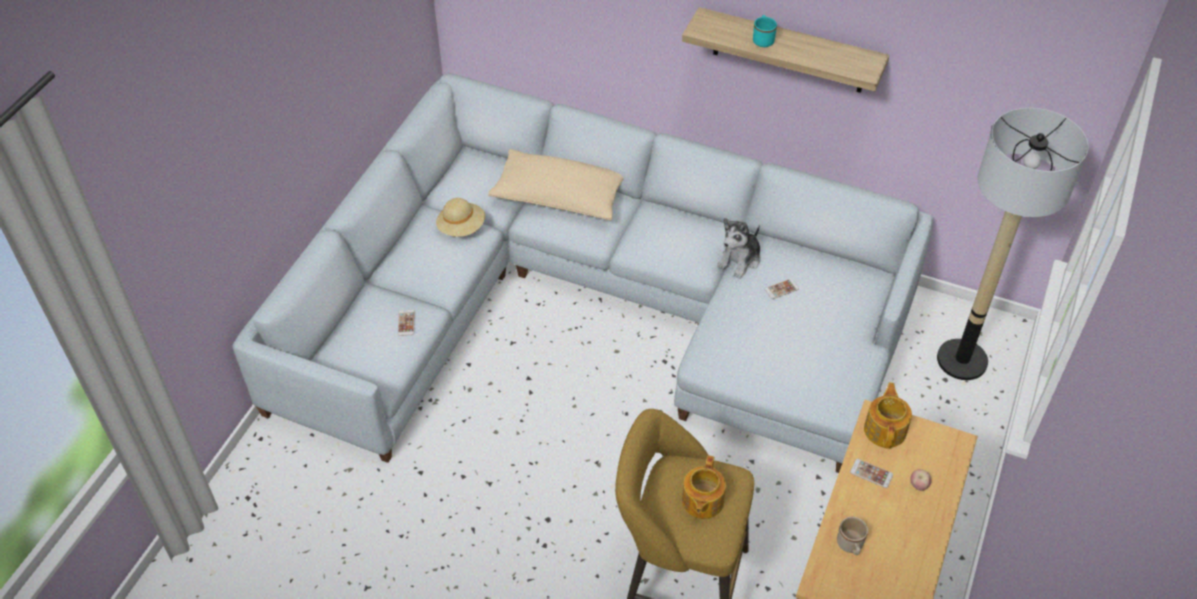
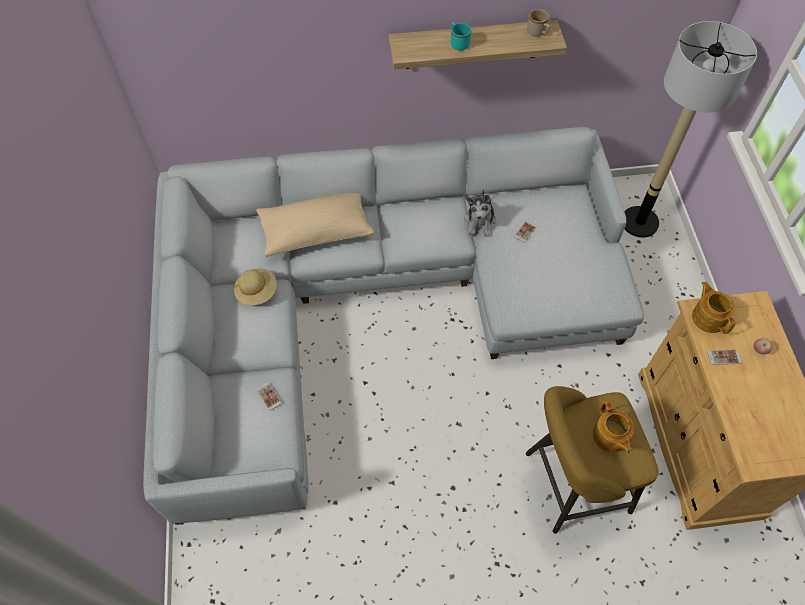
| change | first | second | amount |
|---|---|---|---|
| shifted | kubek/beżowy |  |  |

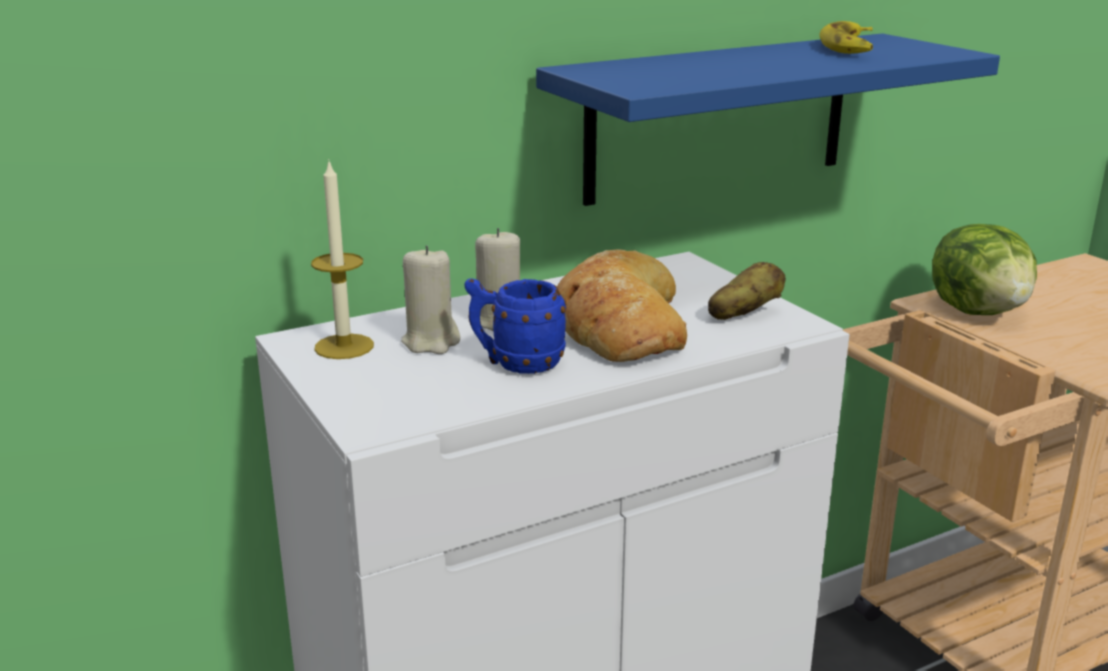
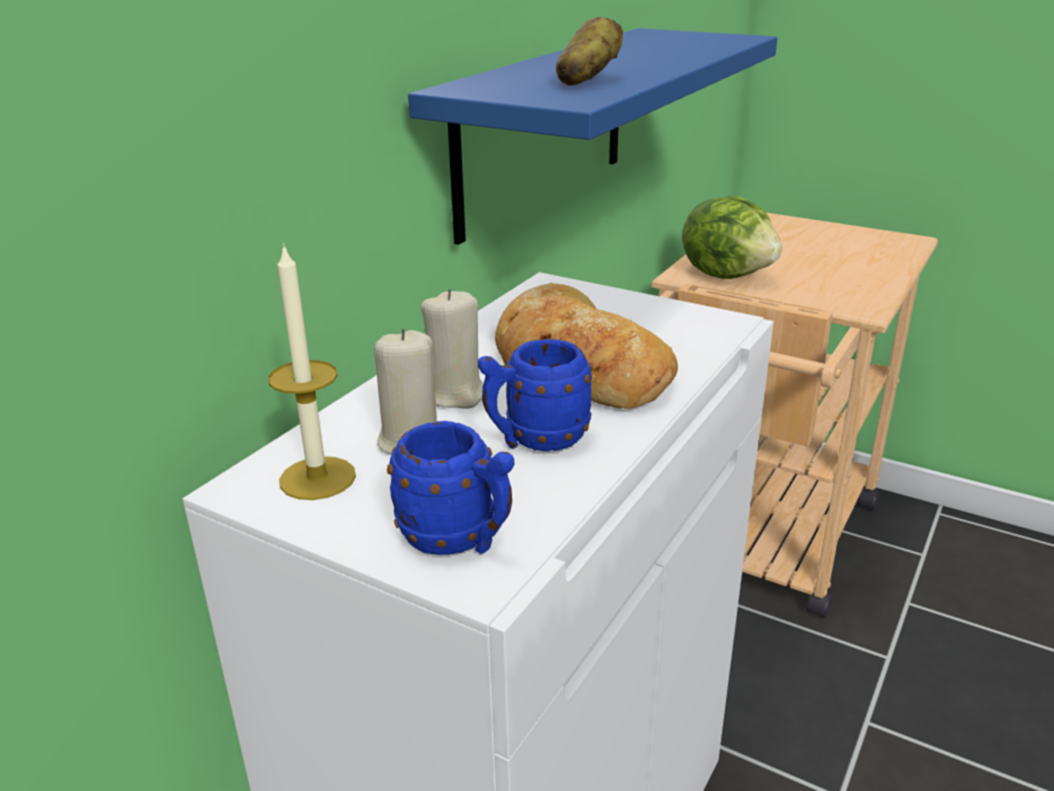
| change | first | second | amount |
|---|---|---|---|
| new |  | kubek/niebieski (no. 1 from left) |  |
| shifted | ziemniak |  |  |
| gone | banan |  |  |

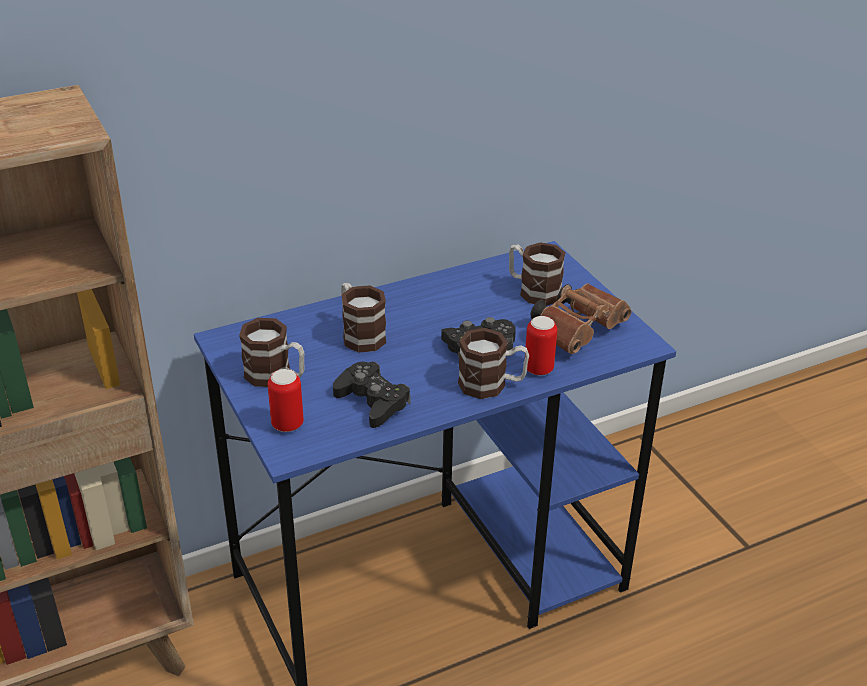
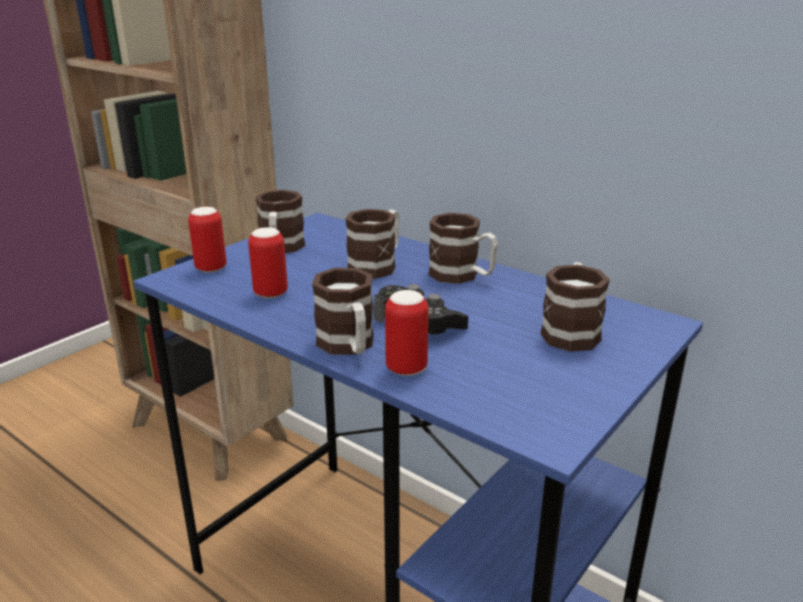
| change | first | second | amount |
|---|---|---|---|
| swapped | pad do gier/czarny (no. 1 from left) | puszka (no. 2 from left) |  |
| new |  | kubek (no. 4 from left) |  |
| gone | lornetka/brązowy |  |  |

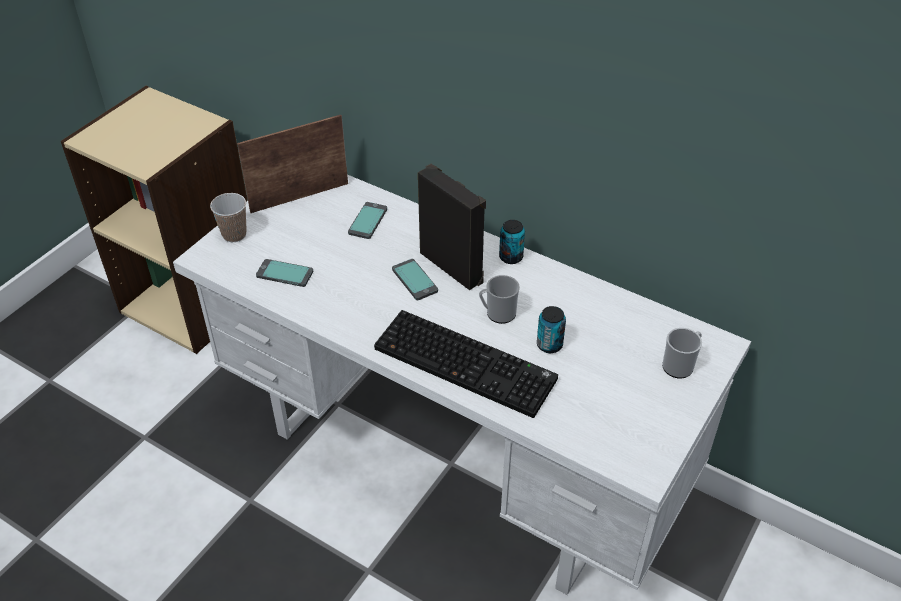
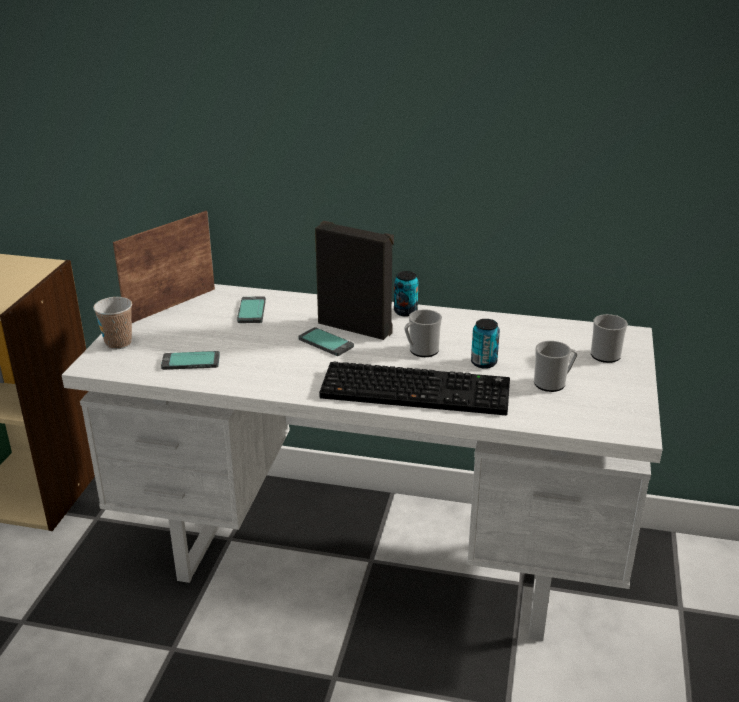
| change | first | second | amount |
|---|---|---|---|
| new |  | kubek (no. 2 from left) |  |

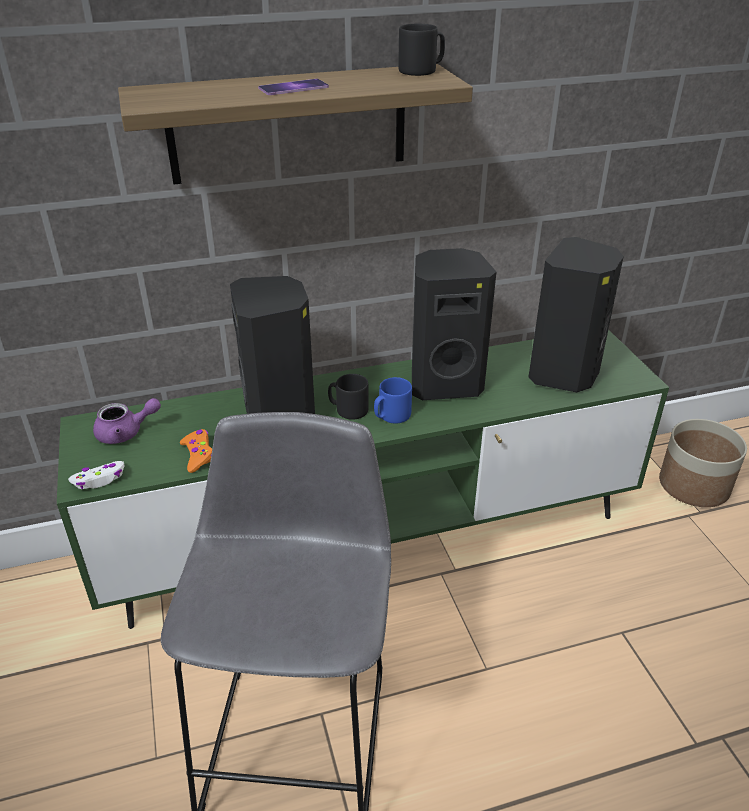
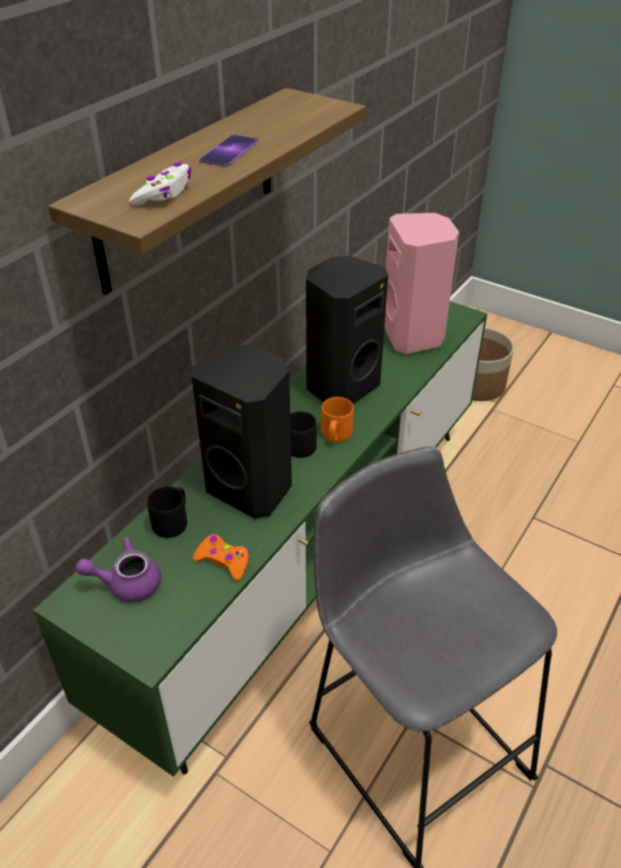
| change | first | second | amount |
|---|---|---|---|
| rotated | imbryk/fioletowy |  | 135 degrees counterclockwise |
| shifted | pad do gier/biały |  |  |
| shifted | kubek/czarny (no. 2 from left in the first image) | kubek/czarny (no. 1 from left) |  |
| repainted | kubek/niebieski | kubek/pomarańczowy |  |
| repainted | głośnik/czarny (no. 3 from left) | głośnik/różowy |  |

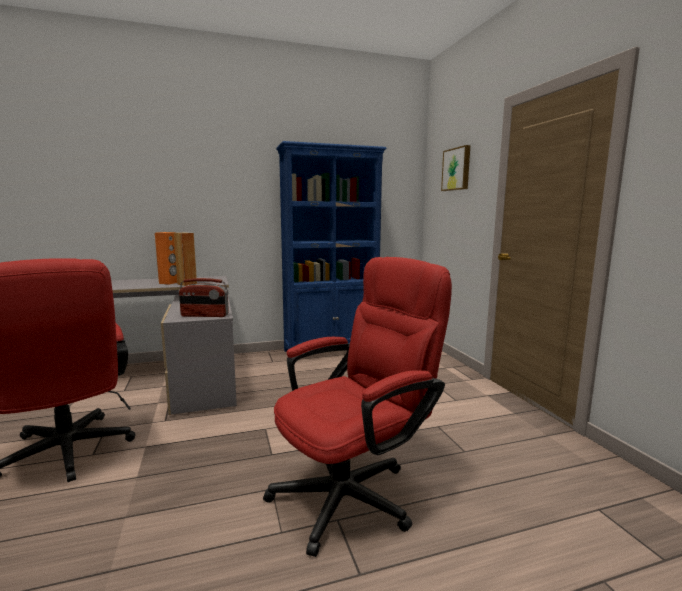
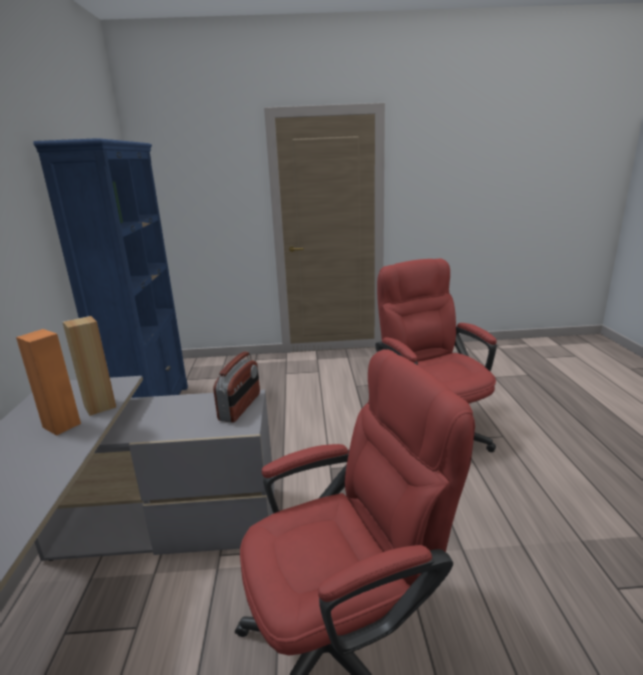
| change | first | second | amount |
|---|---|---|---|
| gone | obraz |  |  |

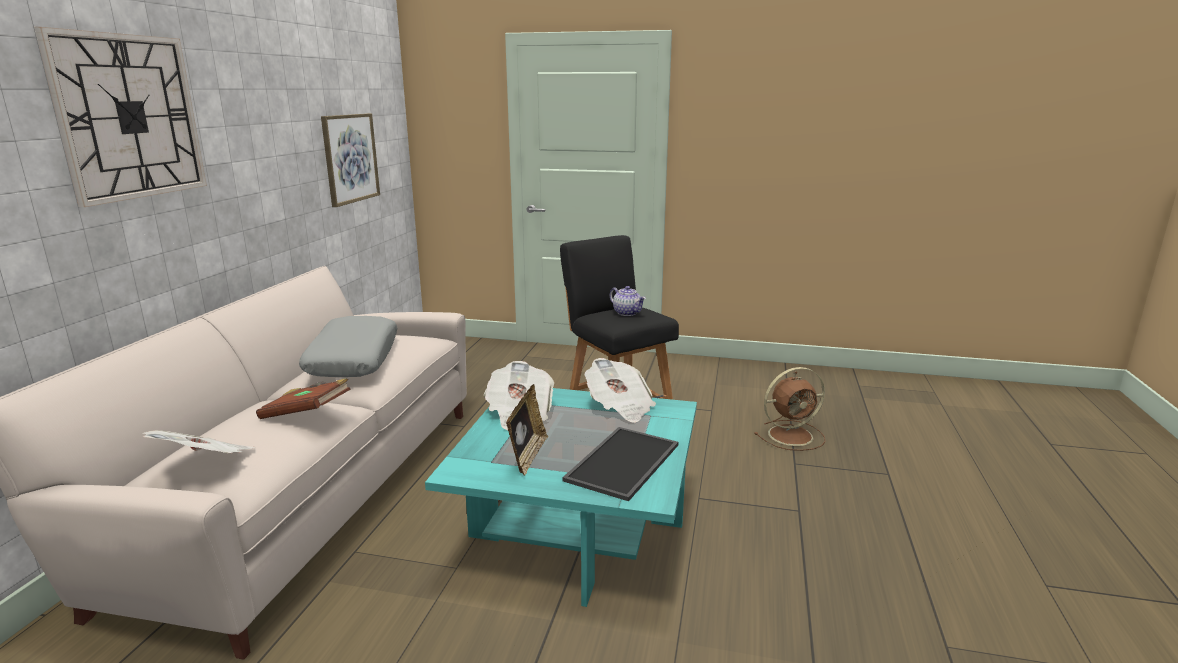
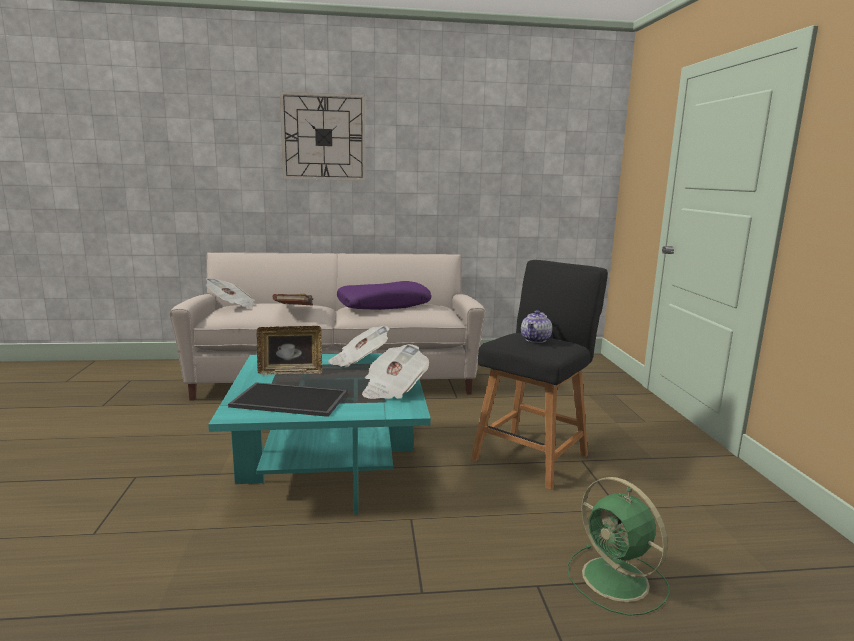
| change | first | second | amount |
|---|---|---|---|
| repainted | poduszka/szary | poduszka/fioletowy |  |
| repainted | wentylator/brązowy | wentylator/zielony |  |
| gone | obraz |  |  |

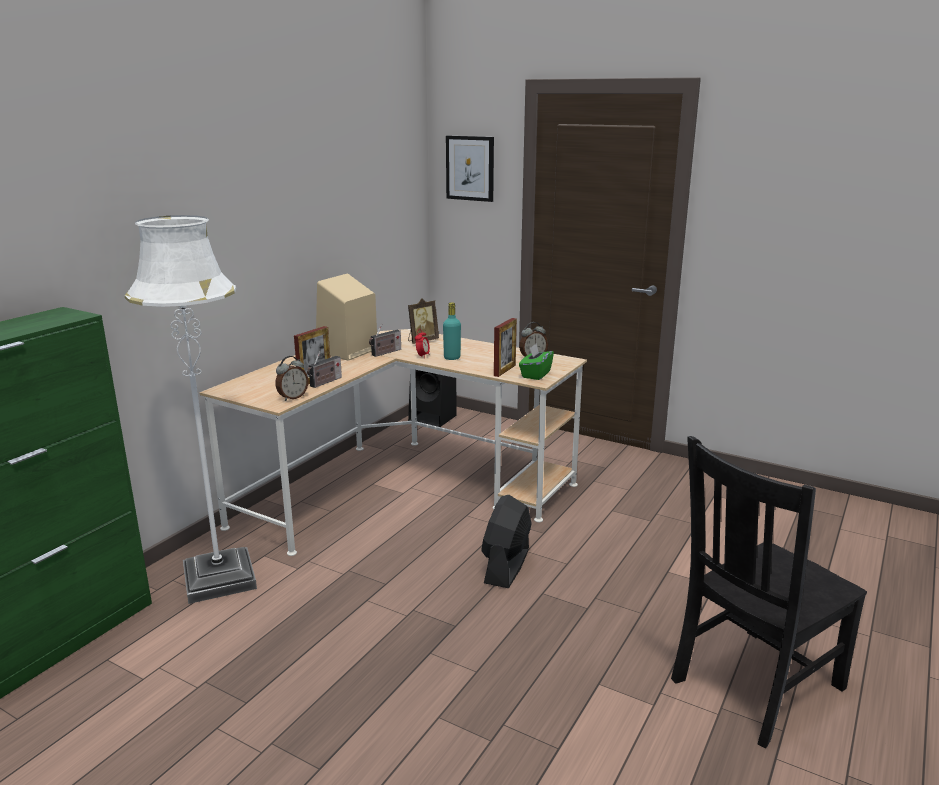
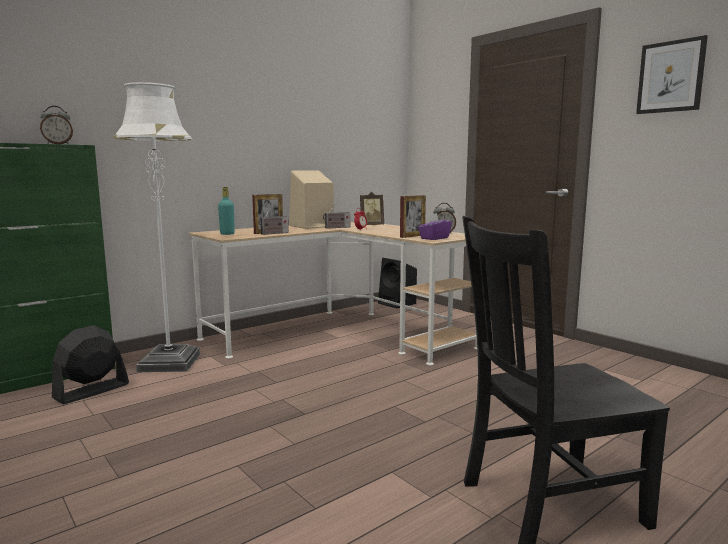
| change | first | second | amount |
|---|---|---|---|
| shifted | budzik (no. 1 from left) |  |  |
| shifted | wentylator/czarny |  |  |
| shifted | butelka/turkusowy |  |  |
| repainted | pudełko chusteczek/zielony | pudełko chusteczek/fioletowy |  |
| shifted | obraz |  |  |

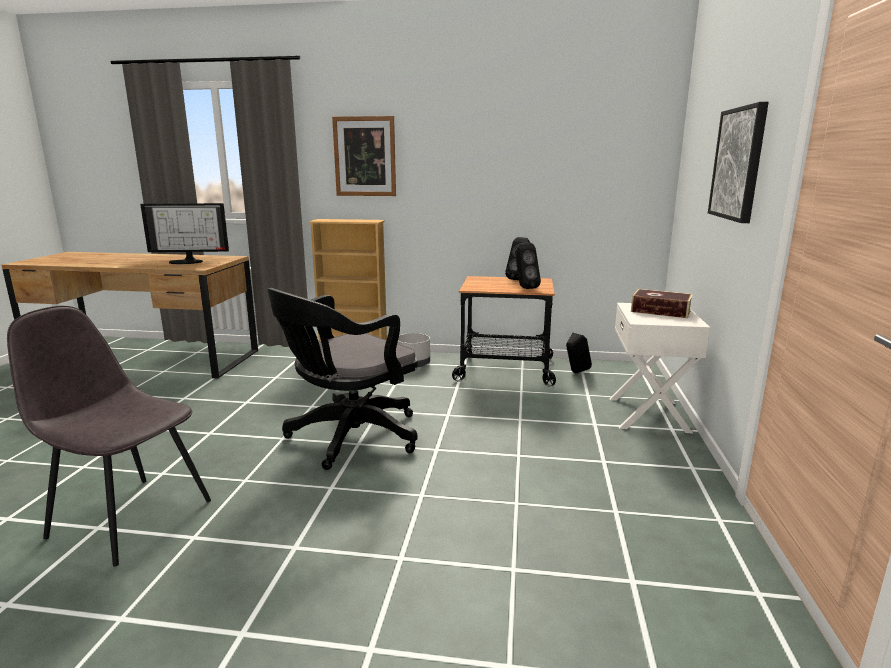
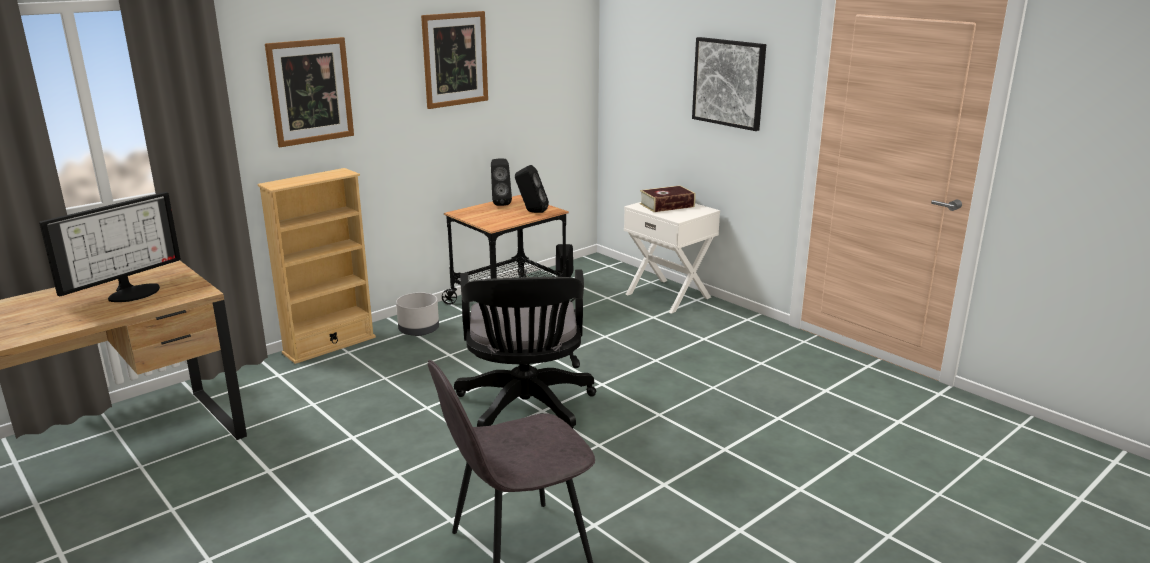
| change | first | second | amount |
|---|---|---|---|
| new |  | obraz (no. 2 from left) |  |

